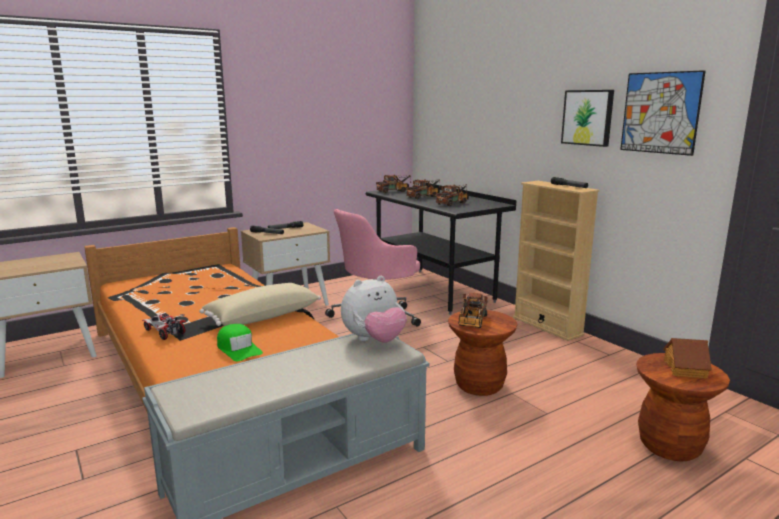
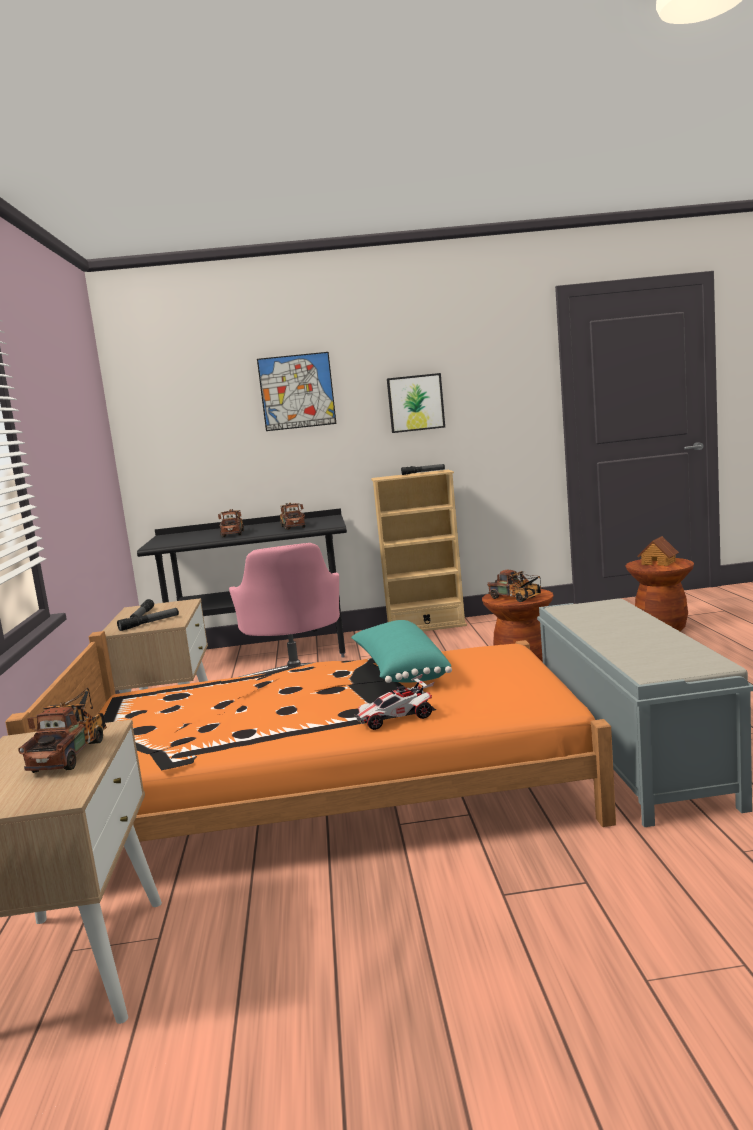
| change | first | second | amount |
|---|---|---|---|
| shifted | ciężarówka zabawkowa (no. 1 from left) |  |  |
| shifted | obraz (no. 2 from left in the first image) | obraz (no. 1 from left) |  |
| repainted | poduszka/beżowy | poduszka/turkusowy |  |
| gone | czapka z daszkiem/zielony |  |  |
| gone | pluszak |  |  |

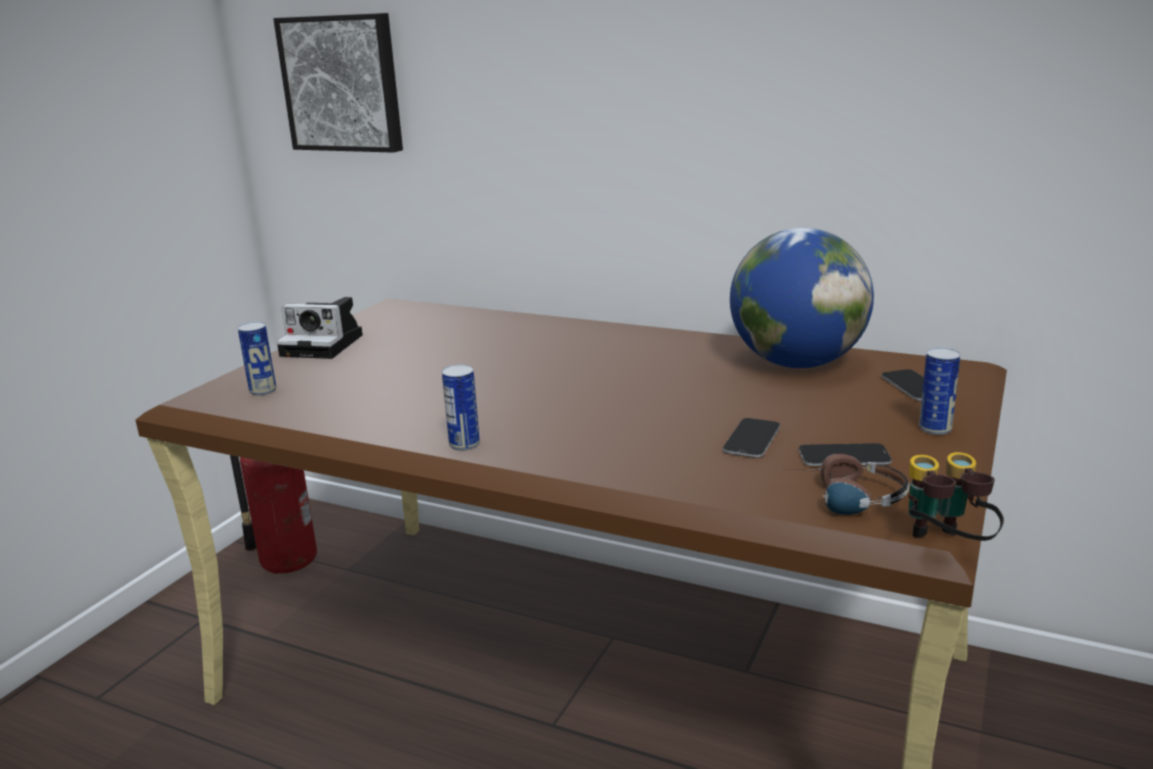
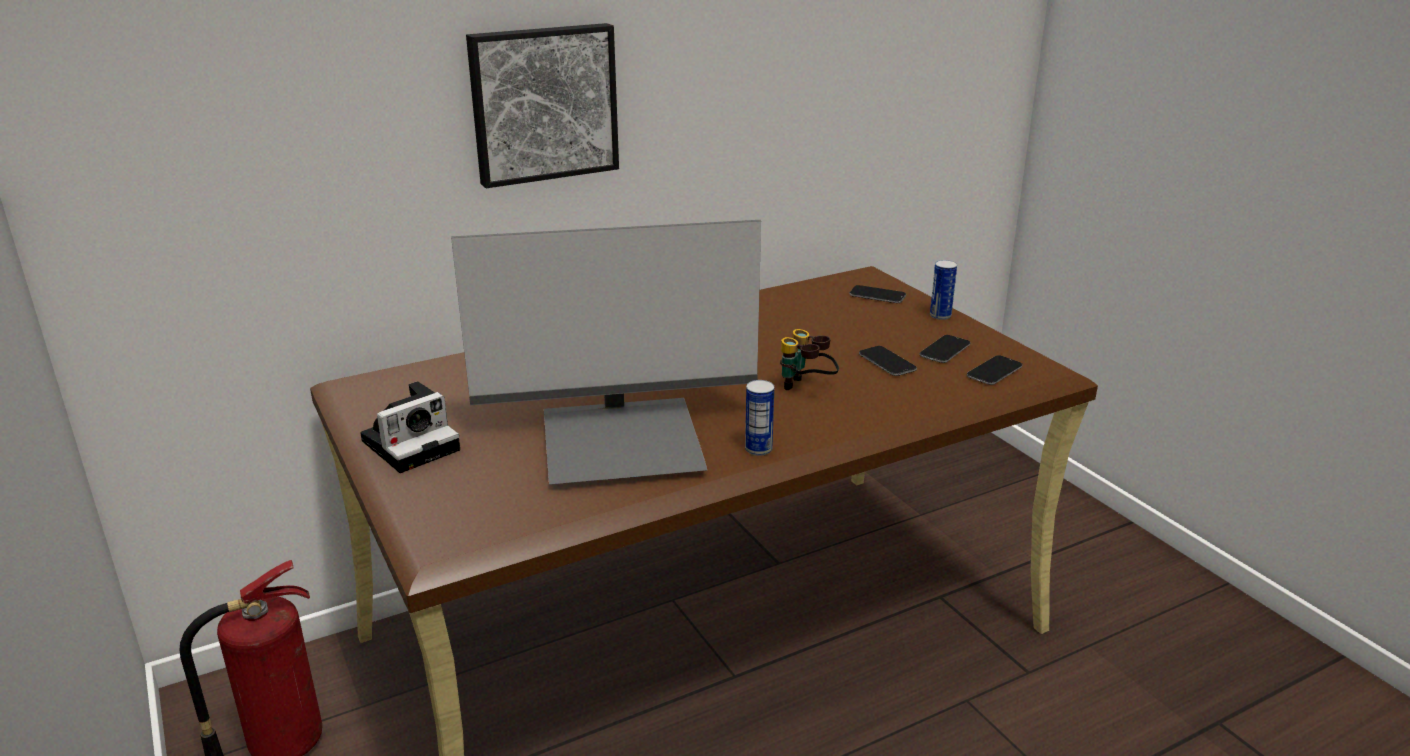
| change | first | second | amount |
|---|---|---|---|
| new |  | monitor |  |
| shifted | obraz |  |  |
| shifted | lornetka |  |  |
| swapped | słuchawki | telefon (no. 4 from left) |  |
| gone | puszka (no. 1 from left) |  |  |
| gone | globus |  |  |

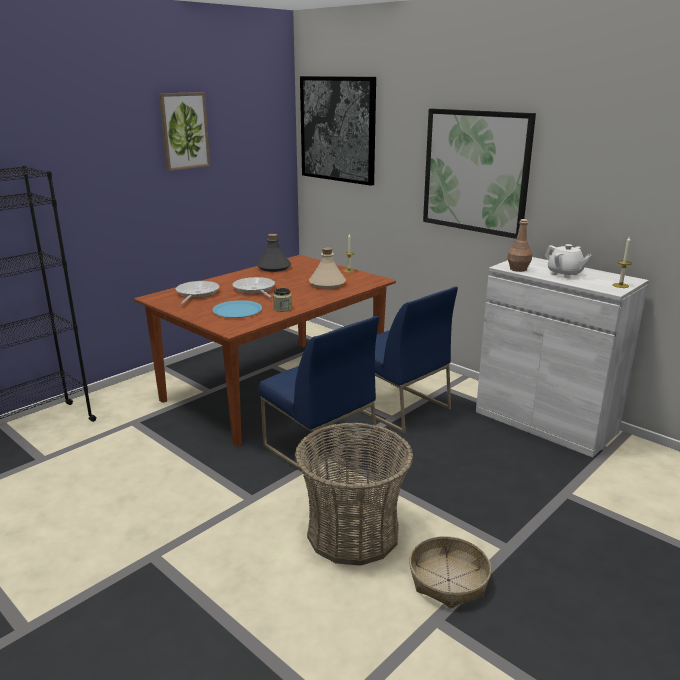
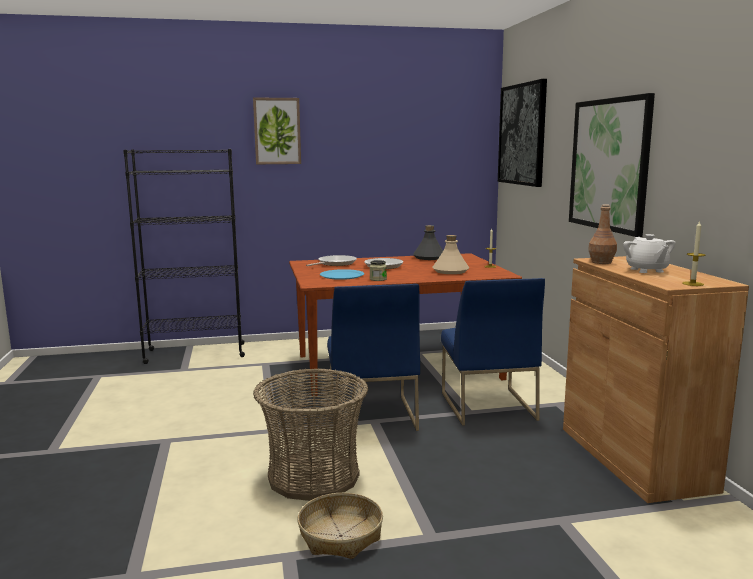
| change | first | second | amount |
|---|---|---|---|
| shifted | obraz (no. 1 from left) |  |  |
| repainted | szafka/biały | szafka/brązowy |  |

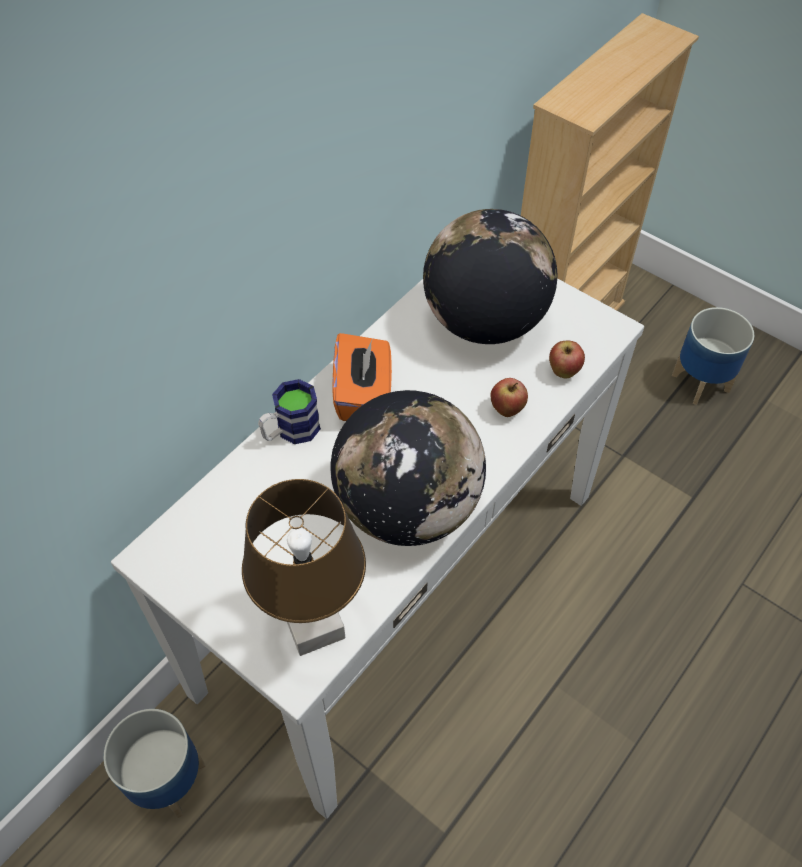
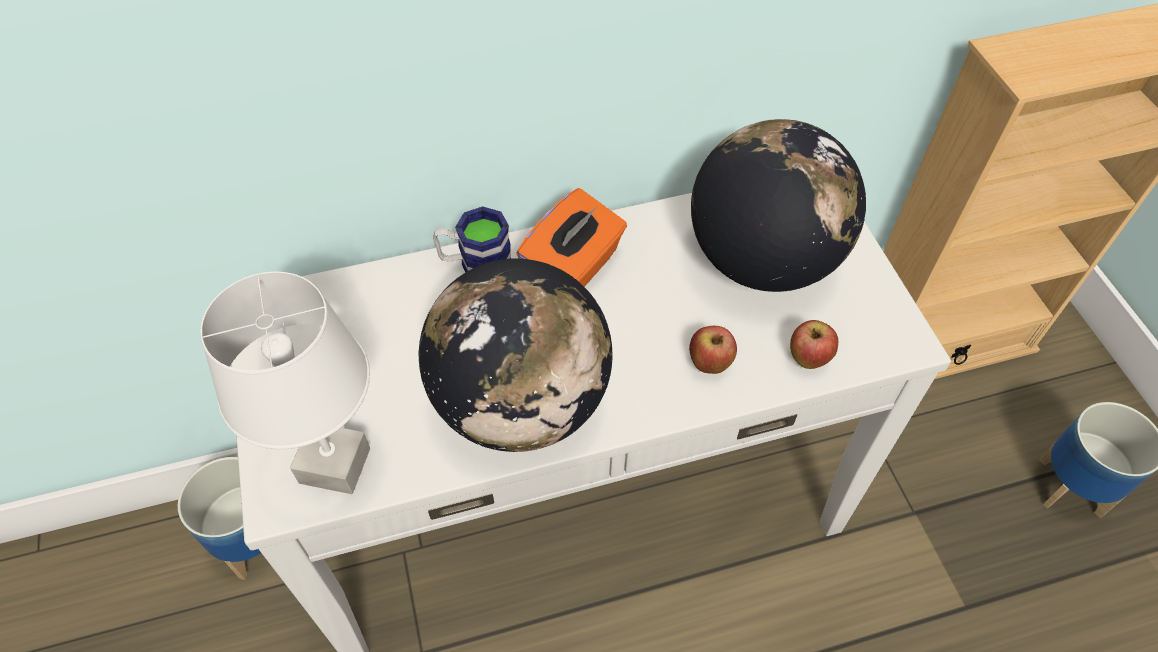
| change | first | second | amount |
|---|---|---|---|
| repainted | lampa stołowa/brązowy | lampa stołowa/biały |  |

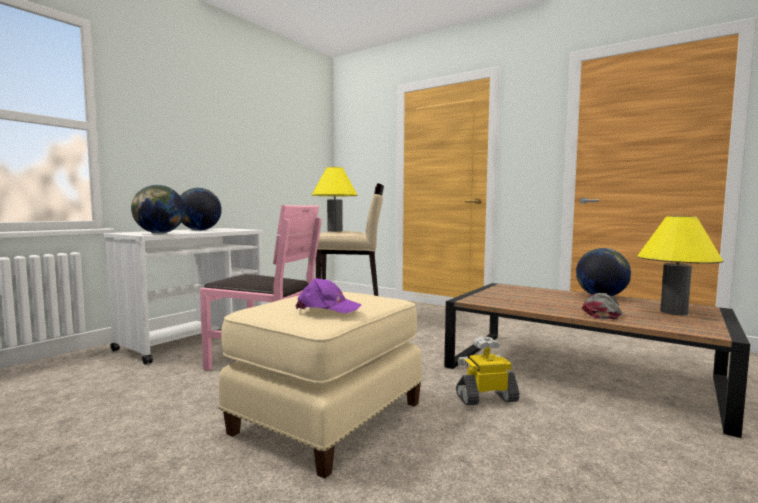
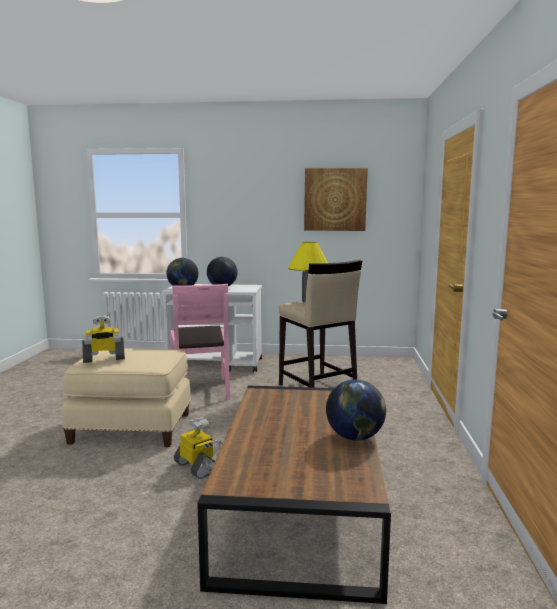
| change | first | second | amount |
|---|---|---|---|
| swapped | czapka z daszkiem/fioletowy | robot zabawkowy (no. 1 from left) |  |
| new |  | obraz |  |
| gone | czapka z daszkiem/szary |  |  |
| gone | lampa stołowa/żółty (no. 2 from left) |  |  |

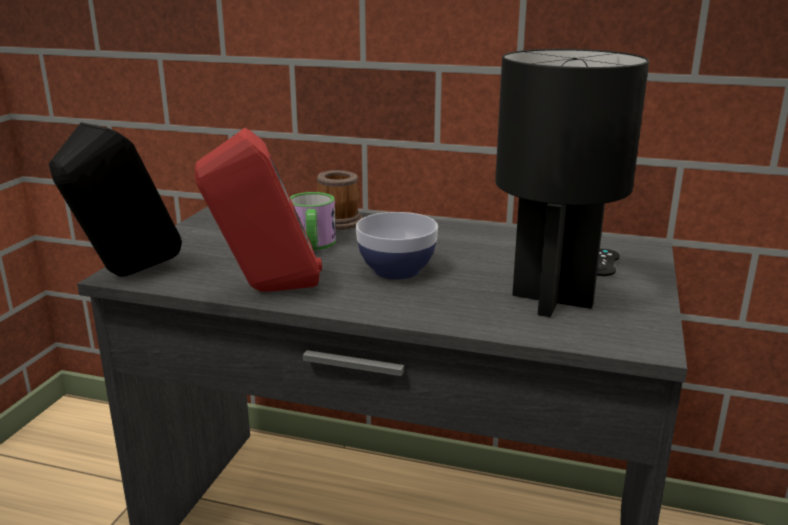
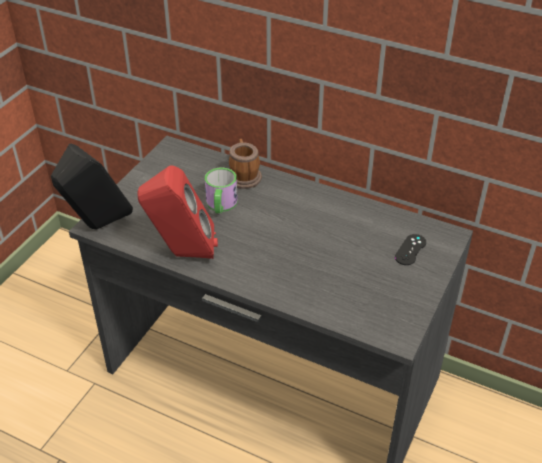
| change | first | second | amount |
|---|---|---|---|
| gone | miska |  |  |
| gone | lampa stołowa/czarny |  |  |

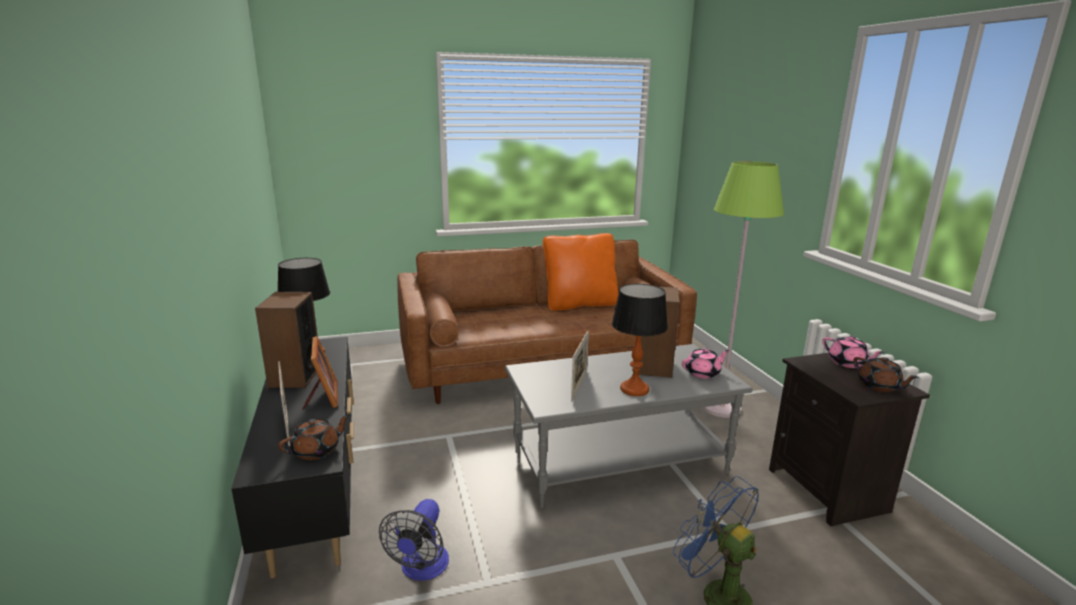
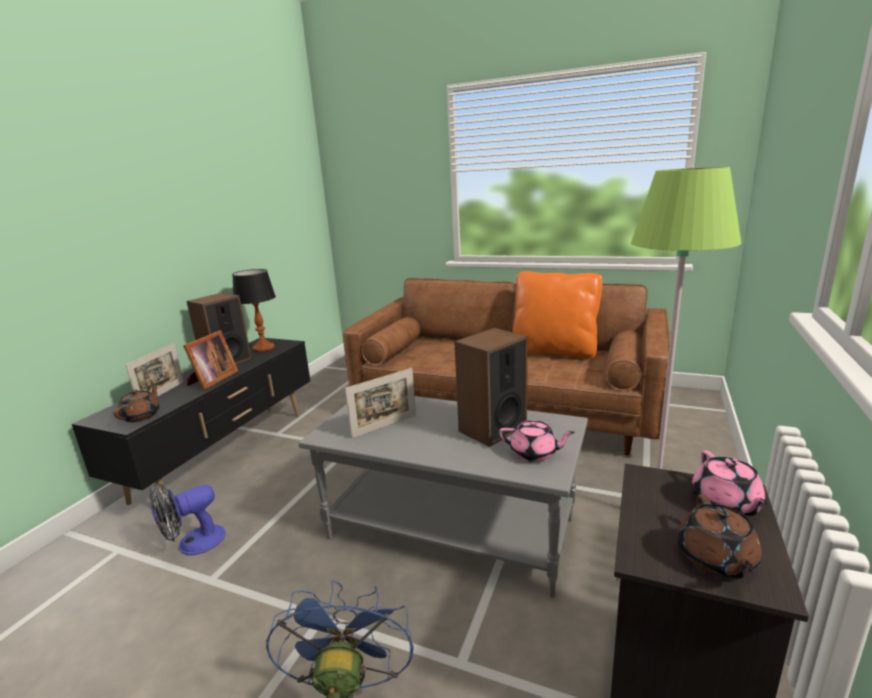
| change | first | second | amount |
|---|---|---|---|
| rotated | imbryk/brązowy (no. 1 from left) |  | 75 degrees counterclockwise |
| gone | lampa stołowa (no. 2 from left) |  |  |

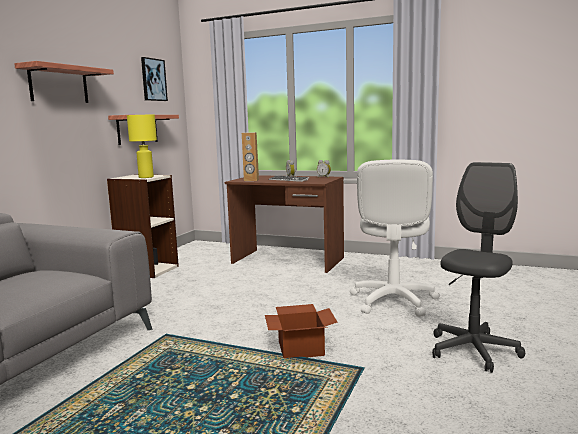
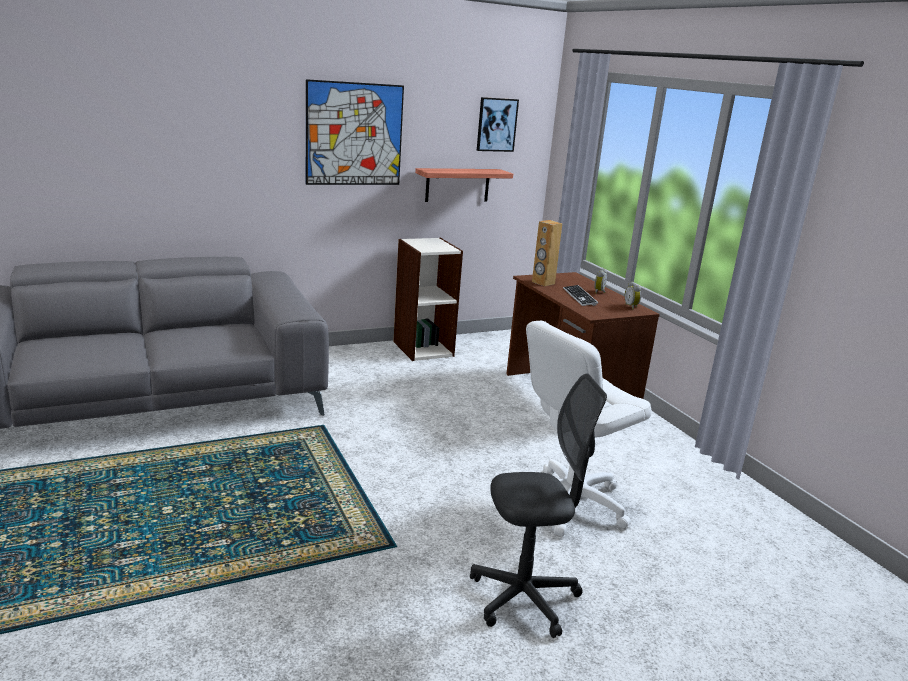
| change | first | second | amount |
|---|---|---|---|
| swapped | półka (no. 1 from left) | obraz (no. 1 from left) |  |
| gone | lampa stołowa/żółty |  |  |
| gone | karton |  |  |

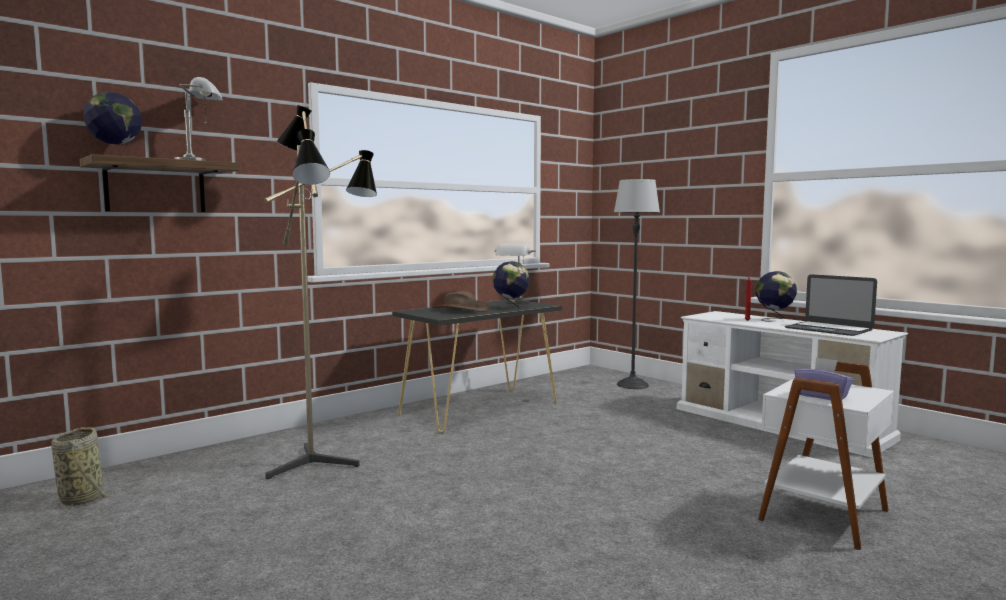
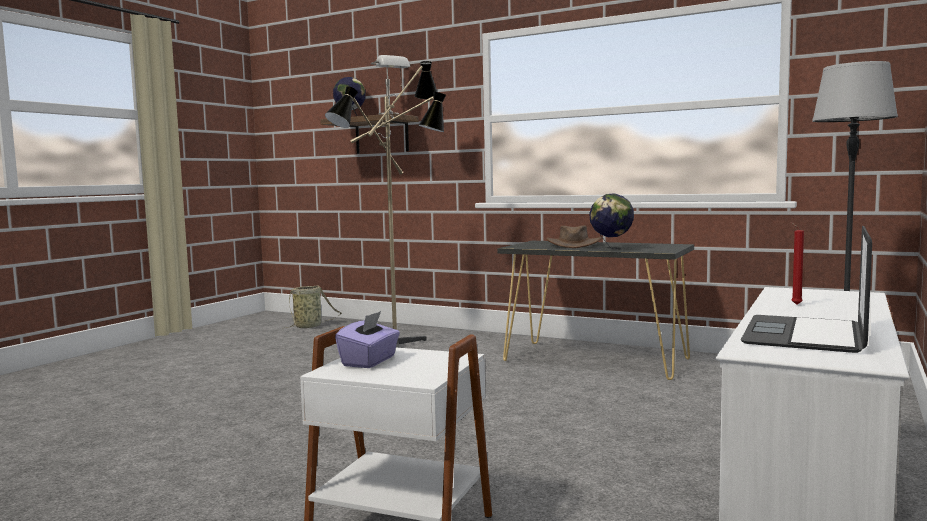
| change | first | second | amount |
|---|---|---|---|
| gone | lampa stołowa/szary (no. 2 from left) |  |  |
| gone | globus (no. 3 from left) |  |  |

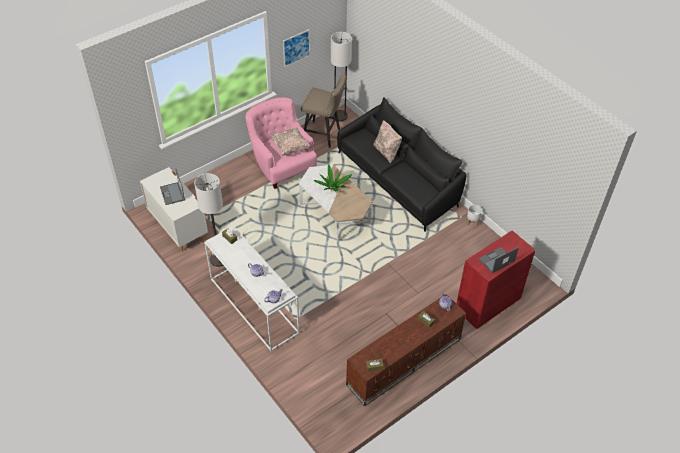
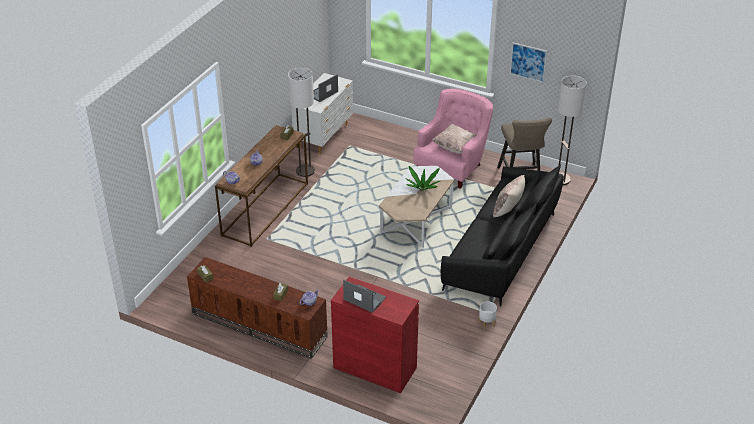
| change | first | second | amount |
|---|---|---|---|
| repainted | stolik konsolowy/biały | stolik konsolowy/brązowy |  |

